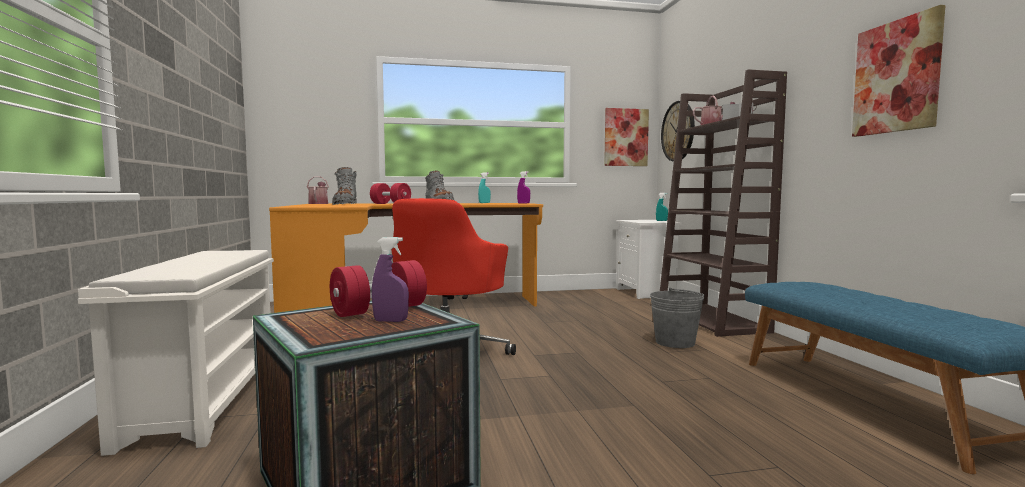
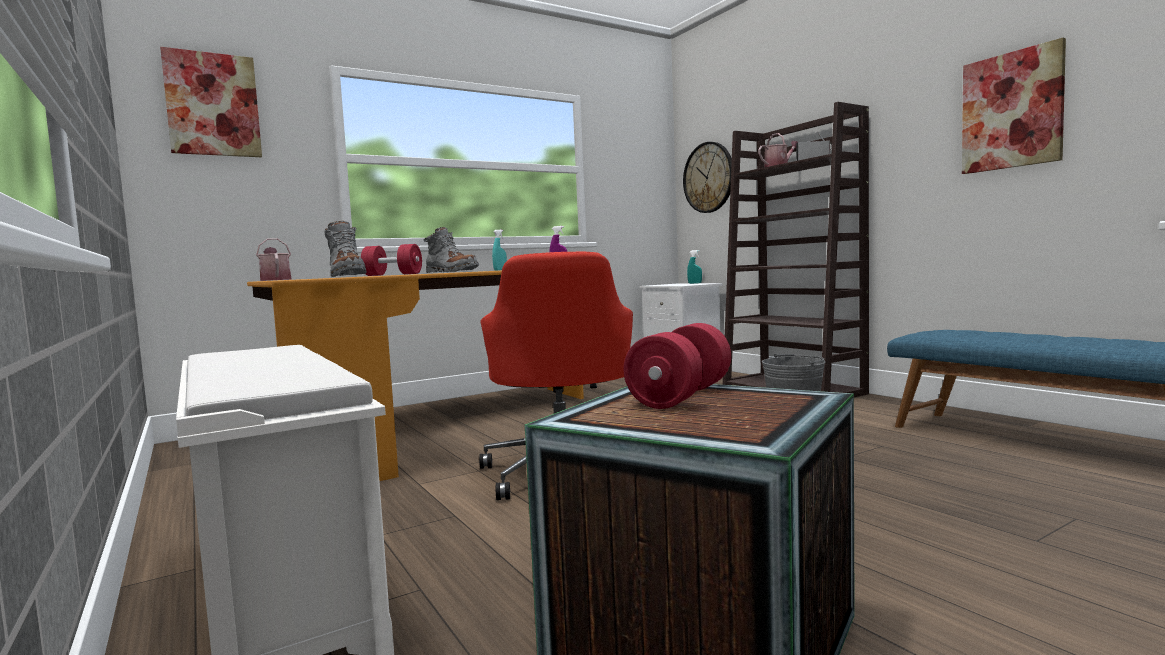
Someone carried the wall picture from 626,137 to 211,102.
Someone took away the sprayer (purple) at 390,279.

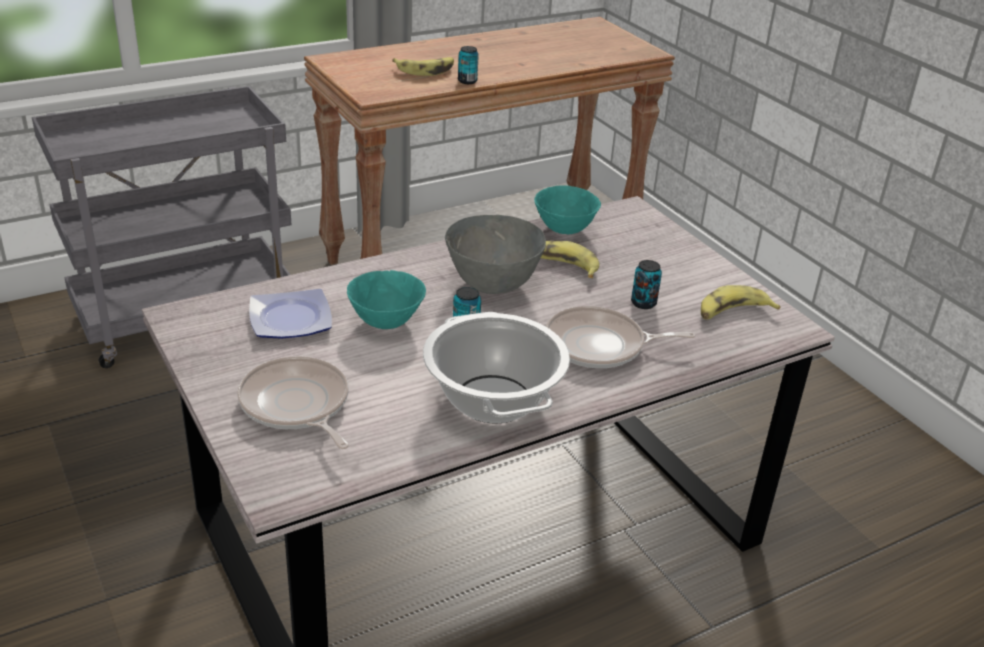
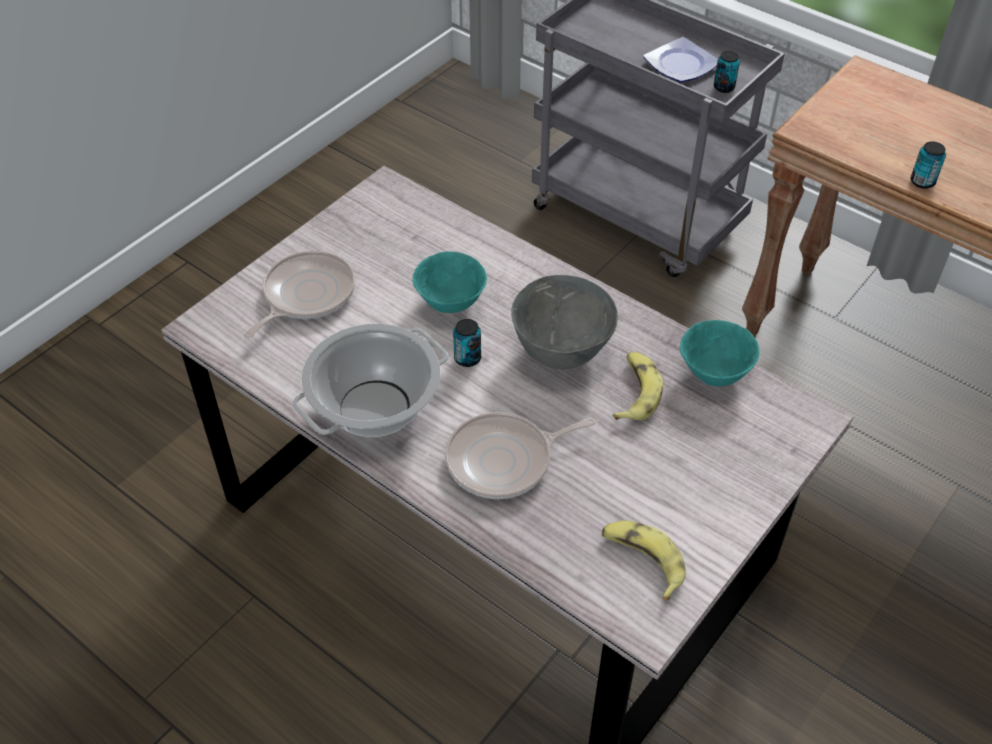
Someone took away the banana at 423,66.
Someone carried the sealed can from 646,284 to 727,72.
Someone carried the dinner plate from 290,313 to 680,60.
Someone rotated the frying pan at 621,337 by 90 degrees counterclockwise.

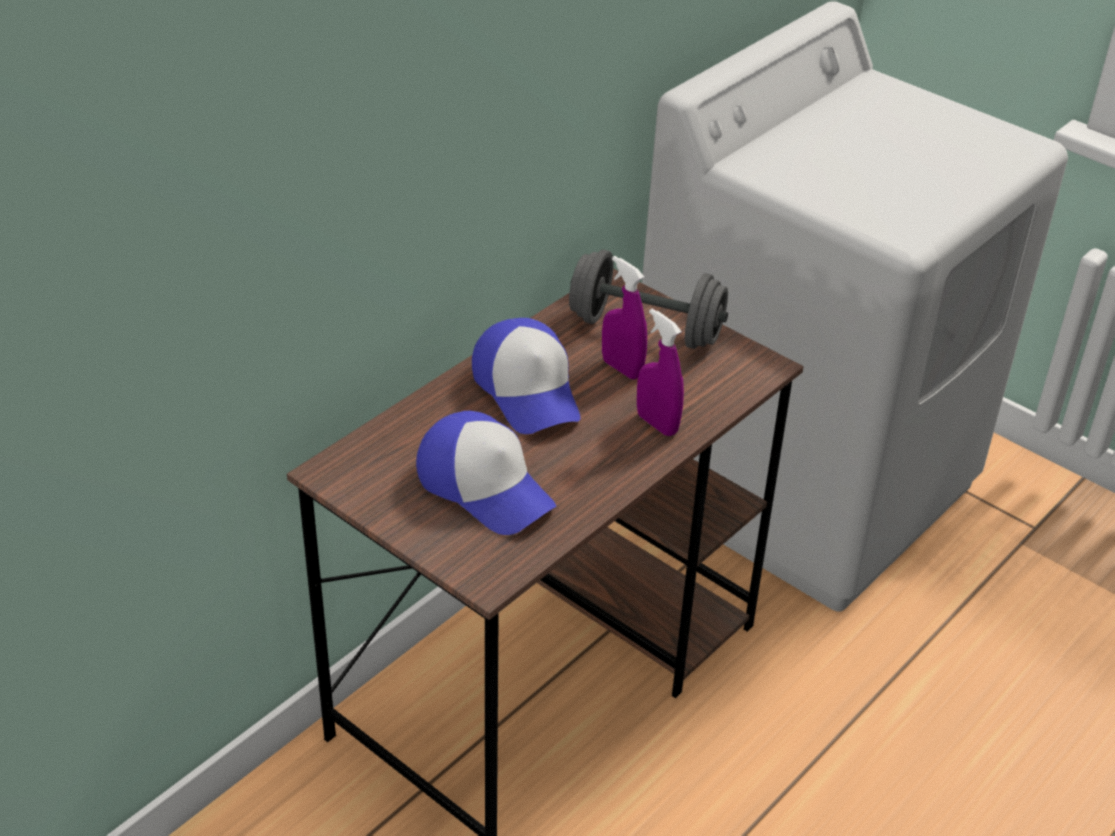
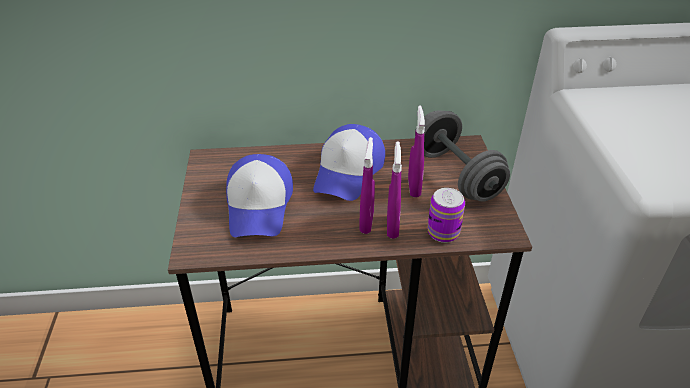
Someone put down the sprayer (purple) at 367,185.
Someone put down the sealed can at 446,215.

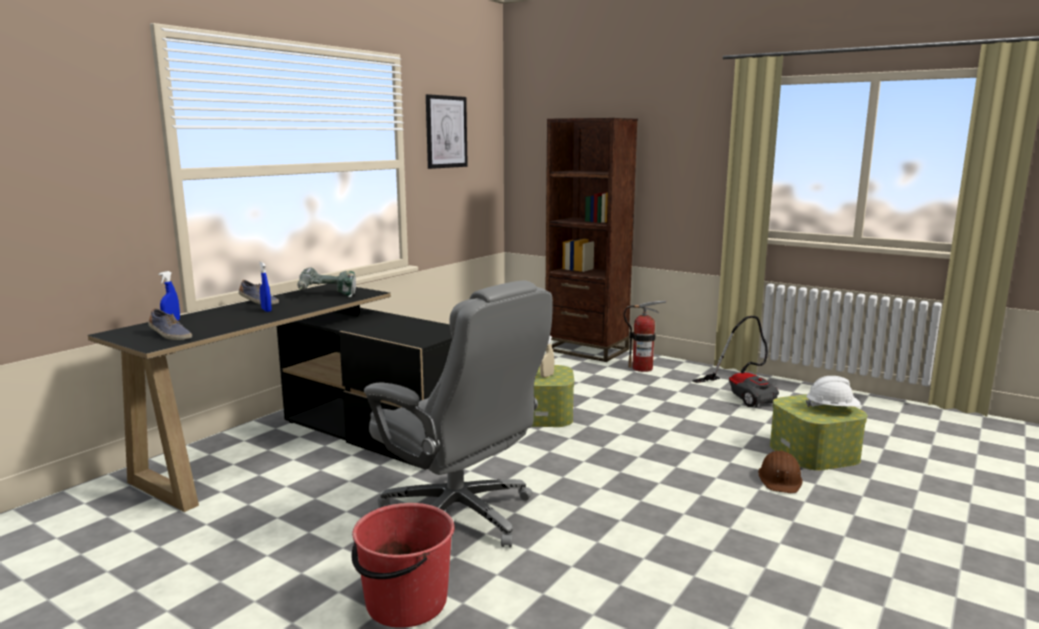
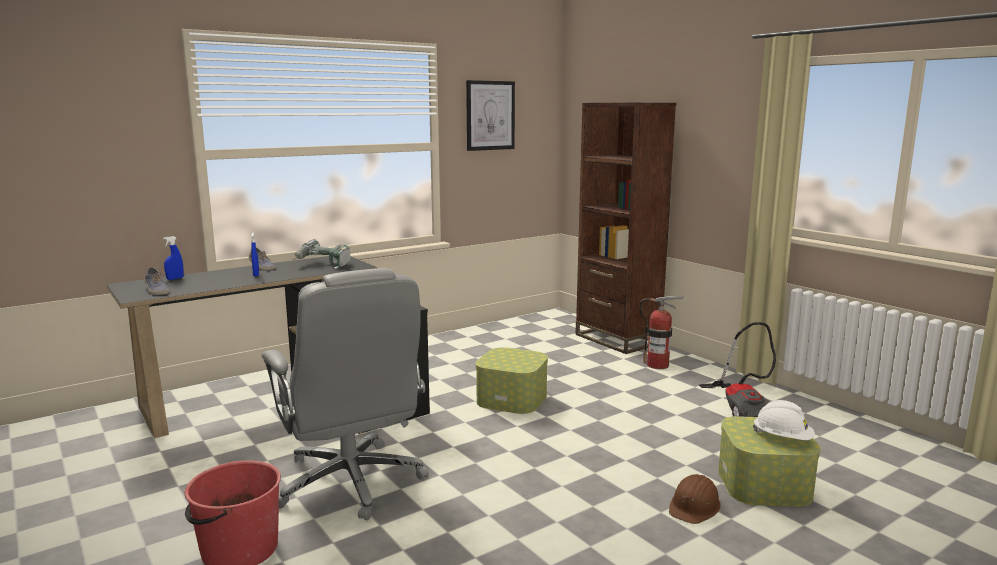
Someone took away the sprayer (beige-coloured) at 547,356.

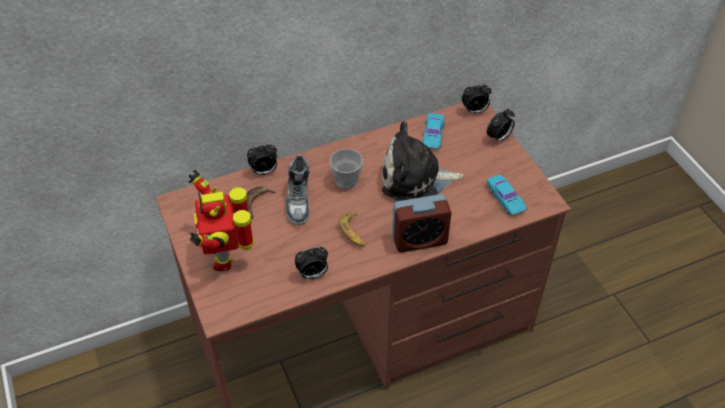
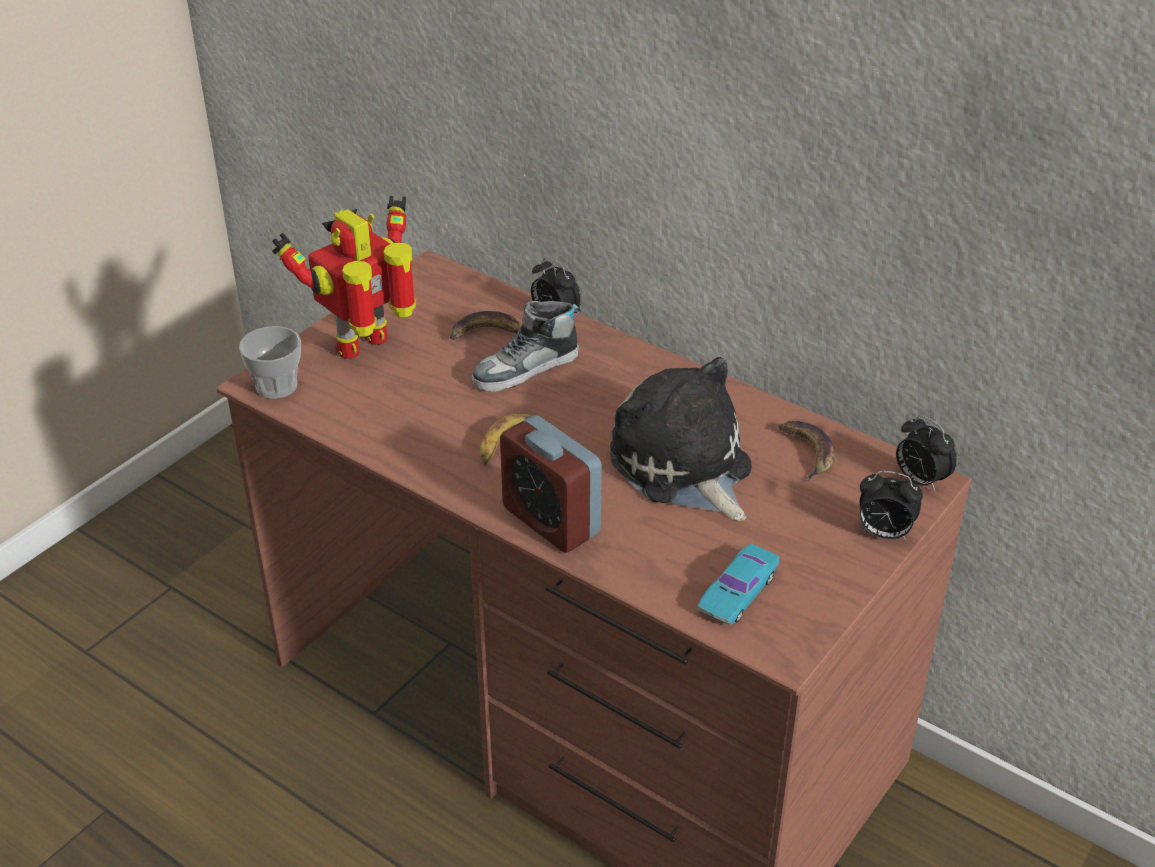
Someone swapped the model car (blue-green) at 433,131 for the banana at 806,451.
Someone carried the small cup from 346,169 to 270,362.
Someone took away the table clock at 311,263.

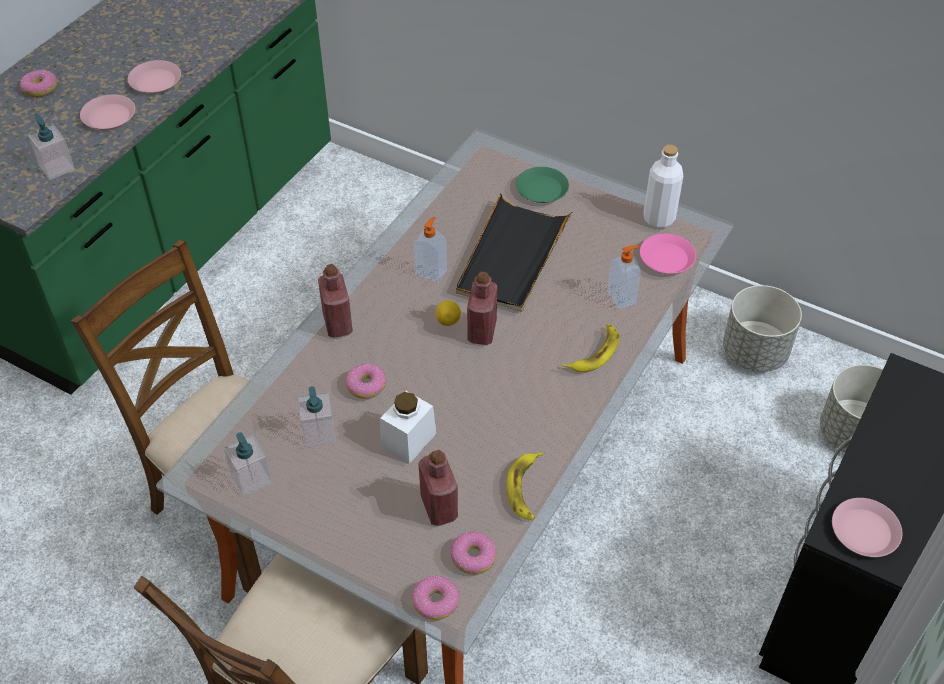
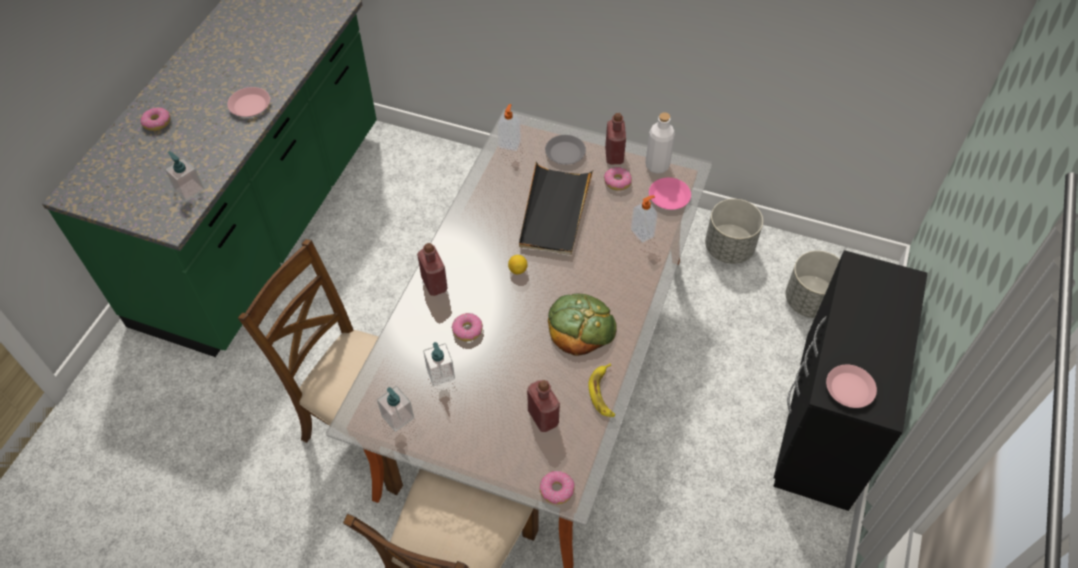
Someone took away the dinner plate (pink-coloured) at 107,112.
Someone repainted the dinner plate (green-coloured) at 542,185, which became the dinner plate (grey) at 565,150.
Someone carried the liquid soap bottle from 430,250 to 509,127.
Someone carried the drink bottle (red-coloured) from 482,308 to 615,138.
Someone took away the banana at 591,348.
Someone took away the jar (white-coloured) at 408,427.
Someone carried the ring doughnut from 473,552 to 618,178.
Someone put down the bread at 582,325.

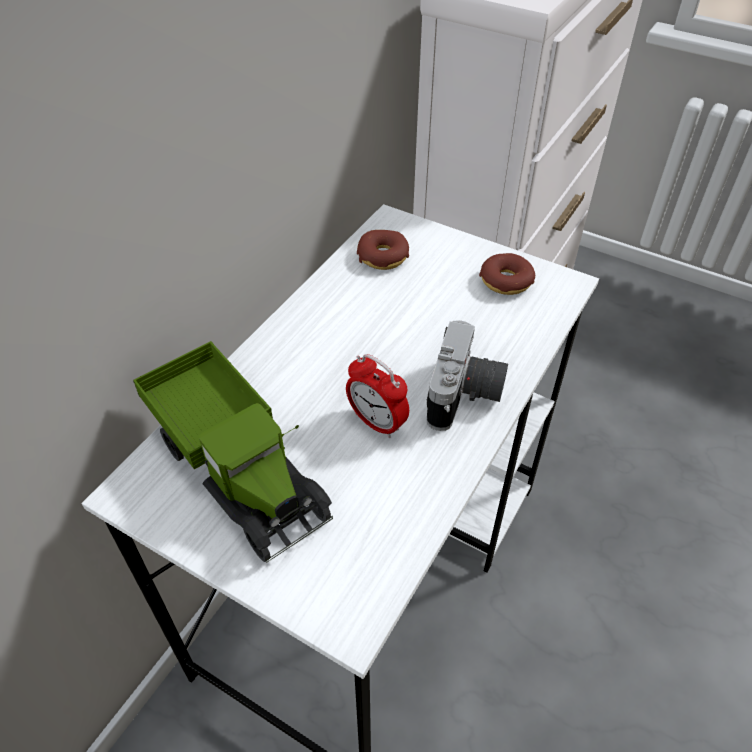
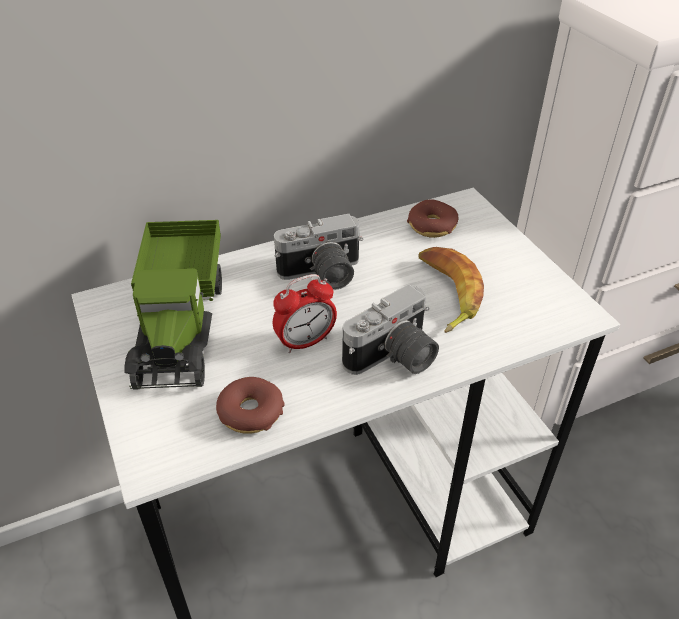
Someone carried the ring doughnut from 507,274 to 250,405.
Someone rotated the table clock at 377,396 by 105 degrees counterclockwise.
Someone put down the still camera at 318,252.
Someone put down the banana at 451,290.

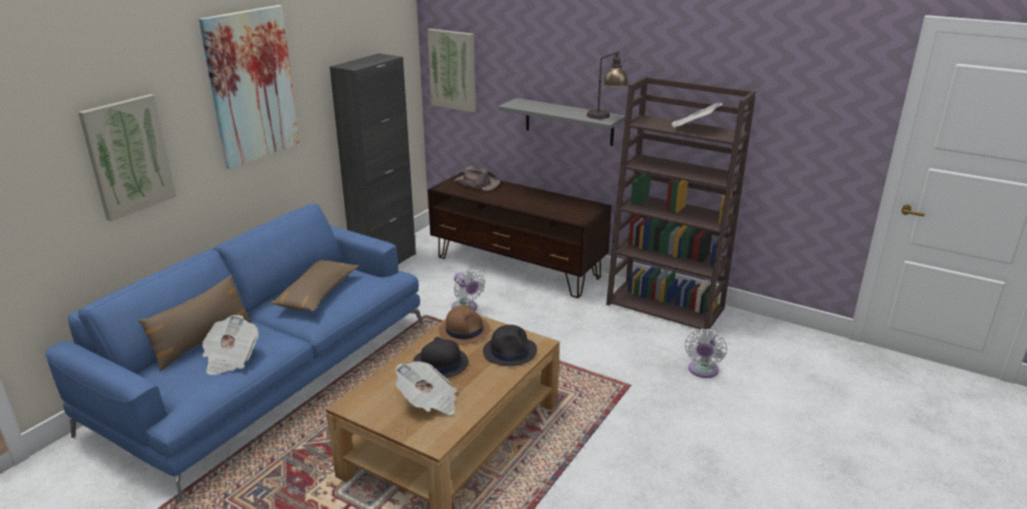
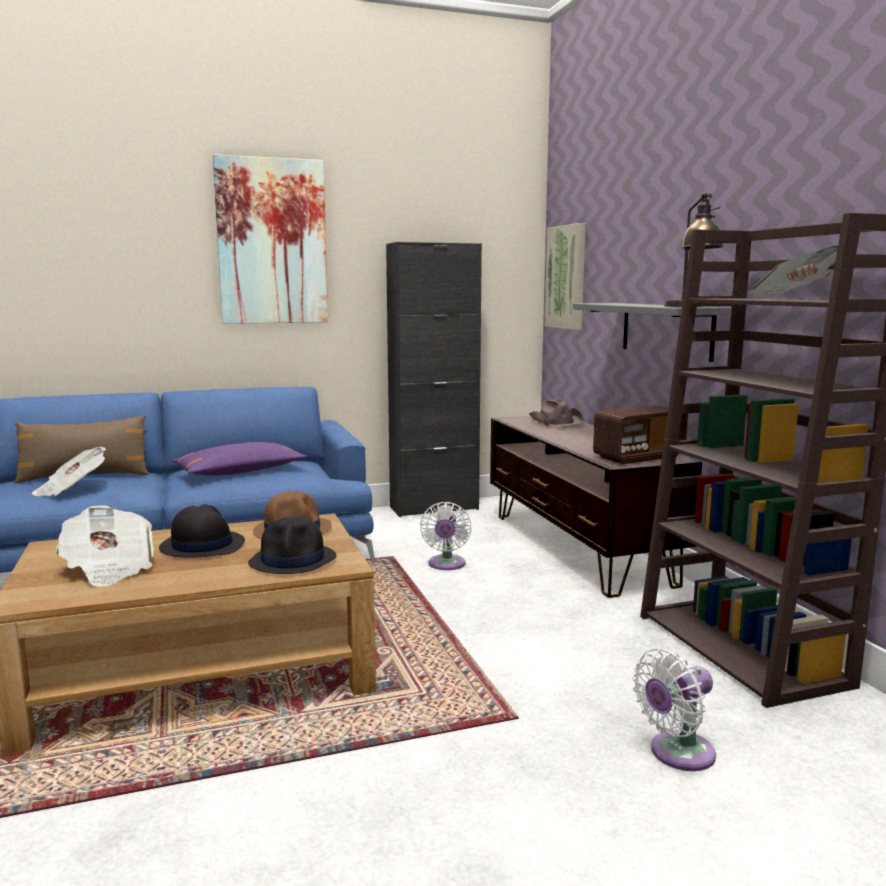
Someone took away the wall picture at 127,157.
Someone repainted the cushion (brown) at 314,286, which became the cushion (purple) at 240,459.
Someone put down the radio at 640,434.

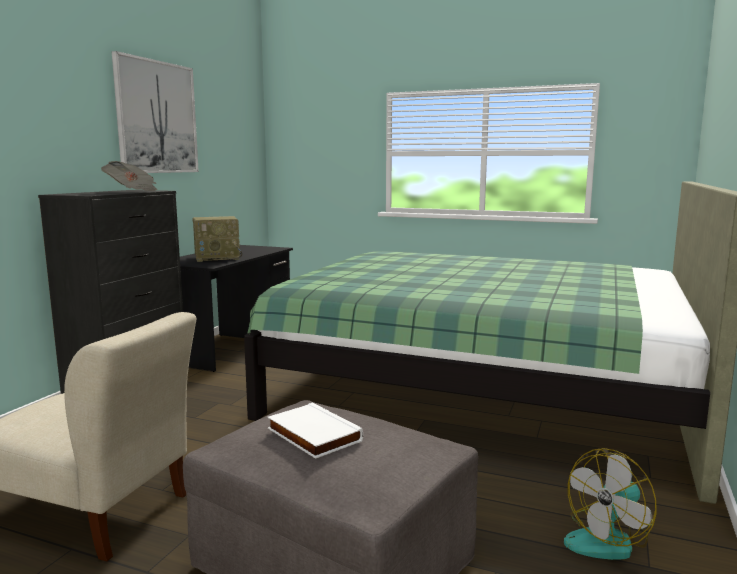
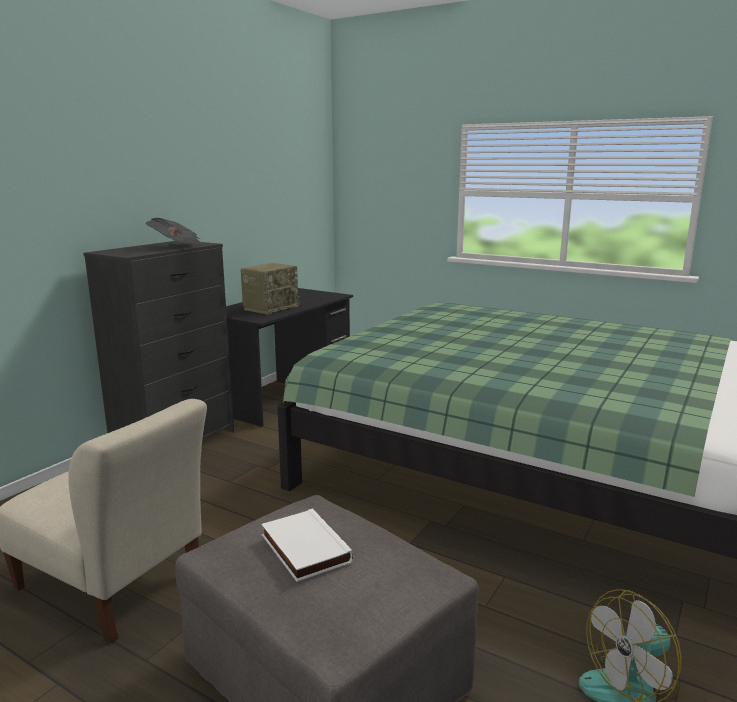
Someone took away the wall picture at 155,112.
Someone rotated the radio at 217,239 by 45 degrees counterclockwise.

